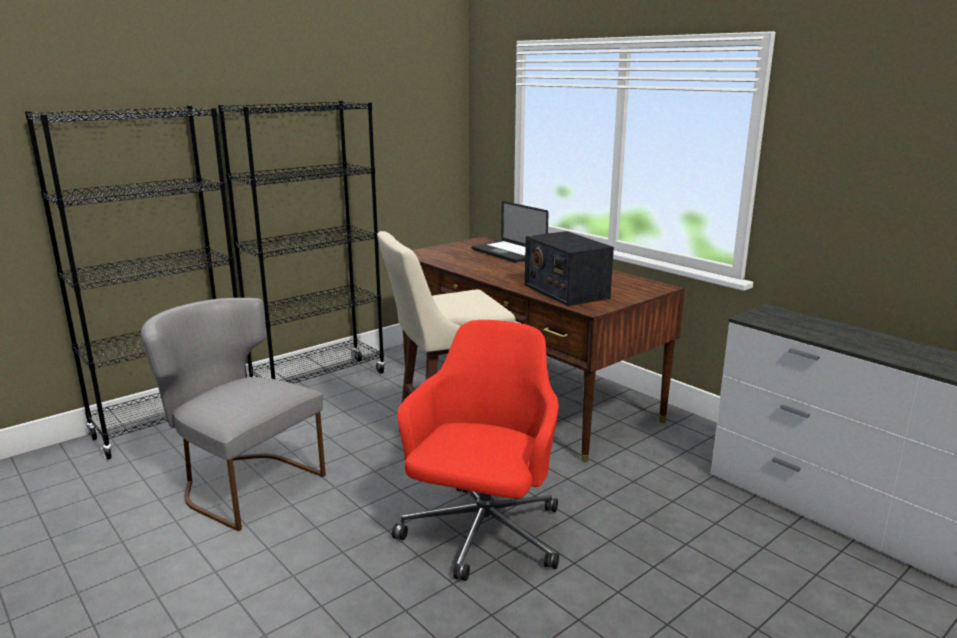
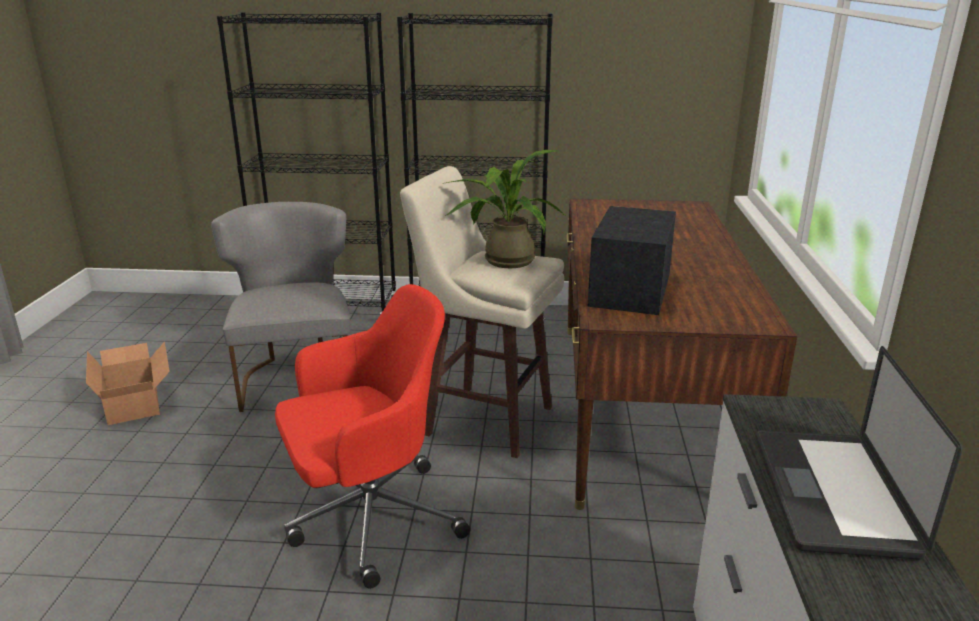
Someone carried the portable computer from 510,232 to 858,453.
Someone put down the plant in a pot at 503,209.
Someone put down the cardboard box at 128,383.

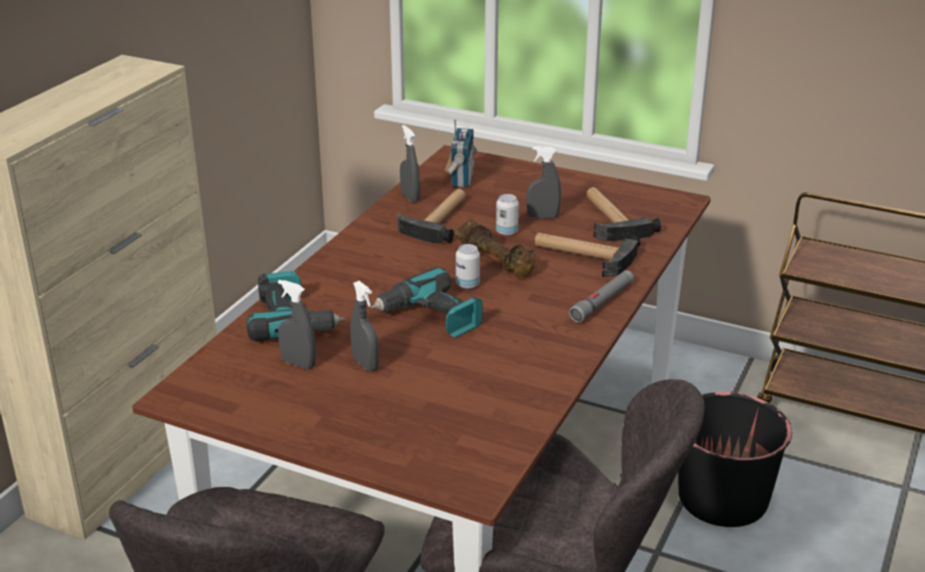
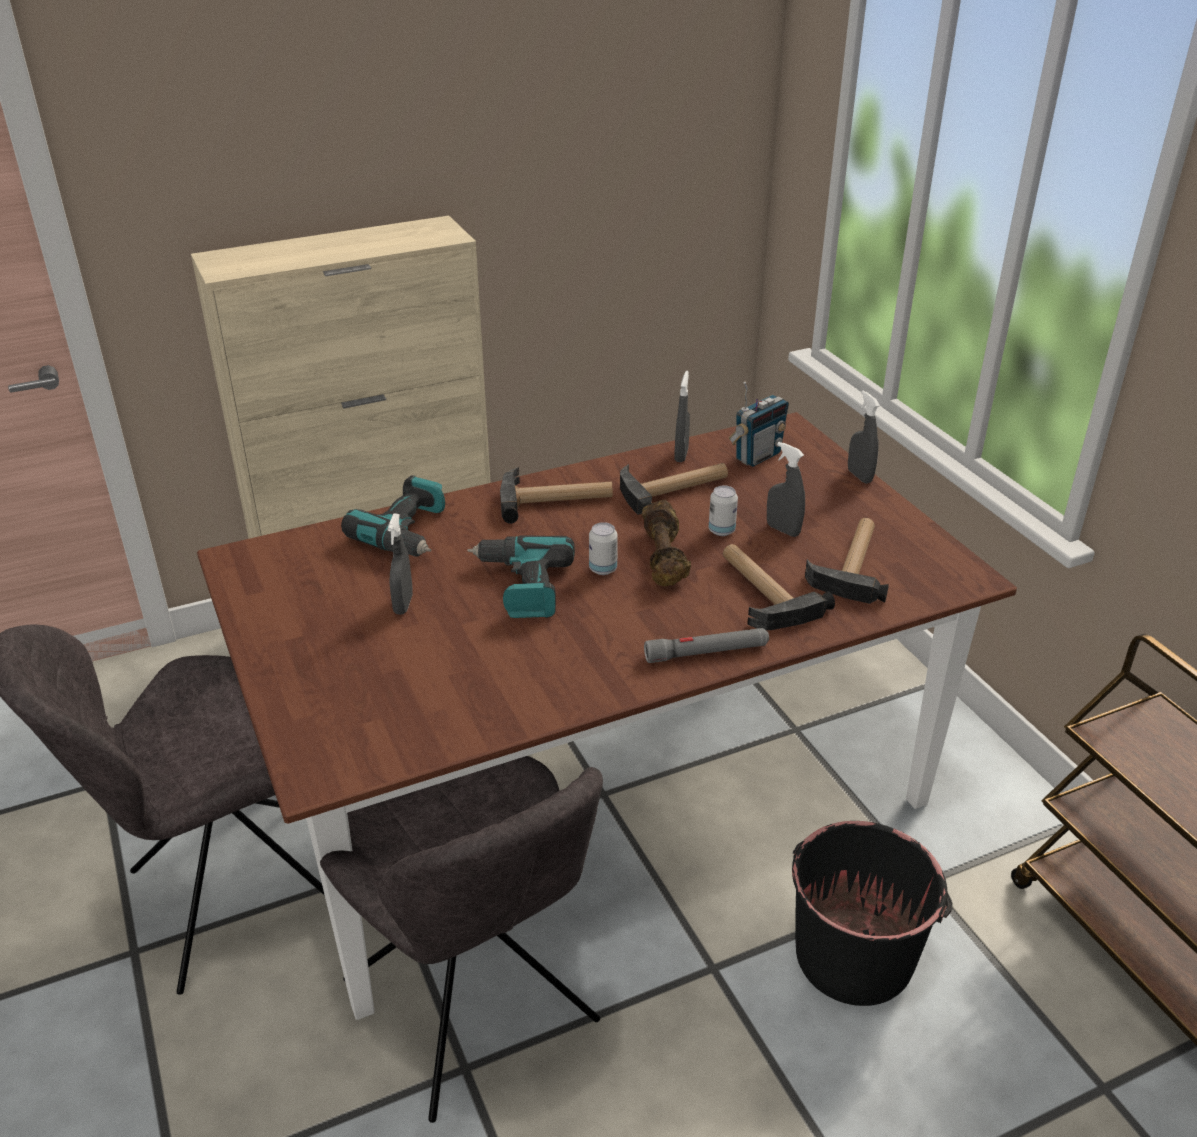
Someone carried the sprayer (grey) from 297,324 to 864,437.
Someone put down the hammer at 556,495.

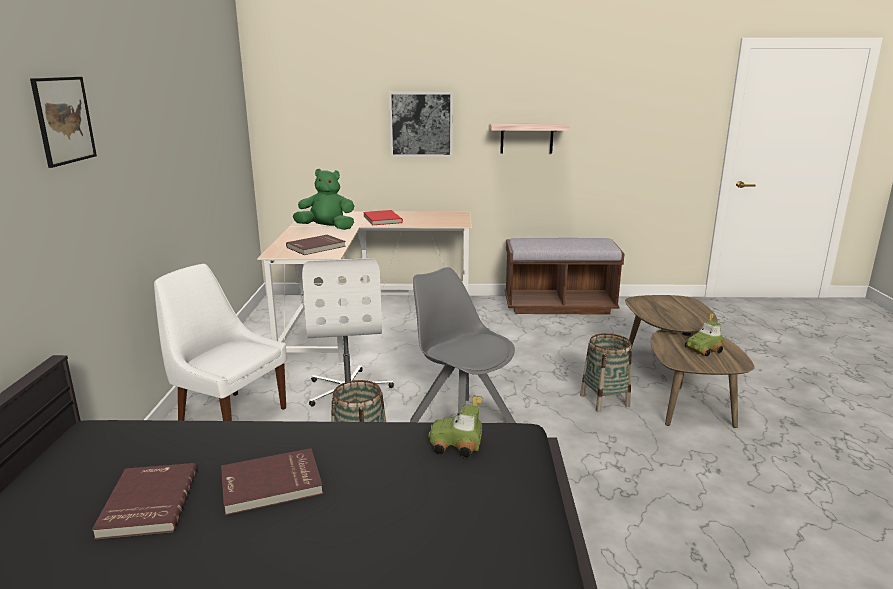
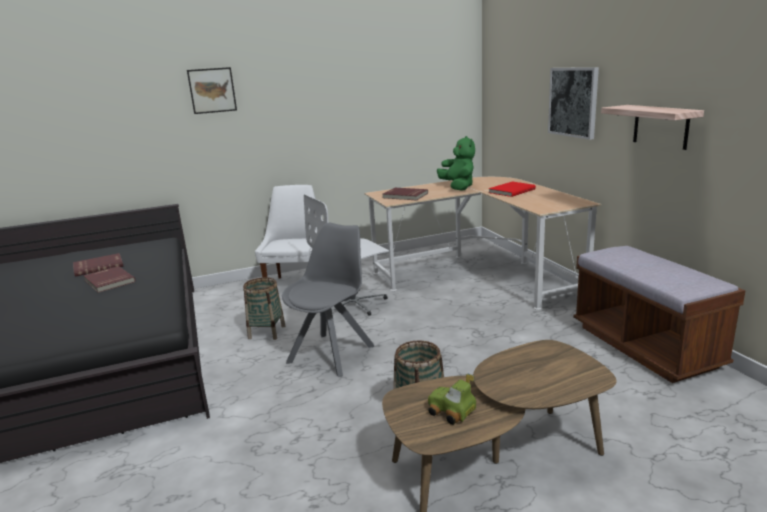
Someone took away the model car at 455,427.

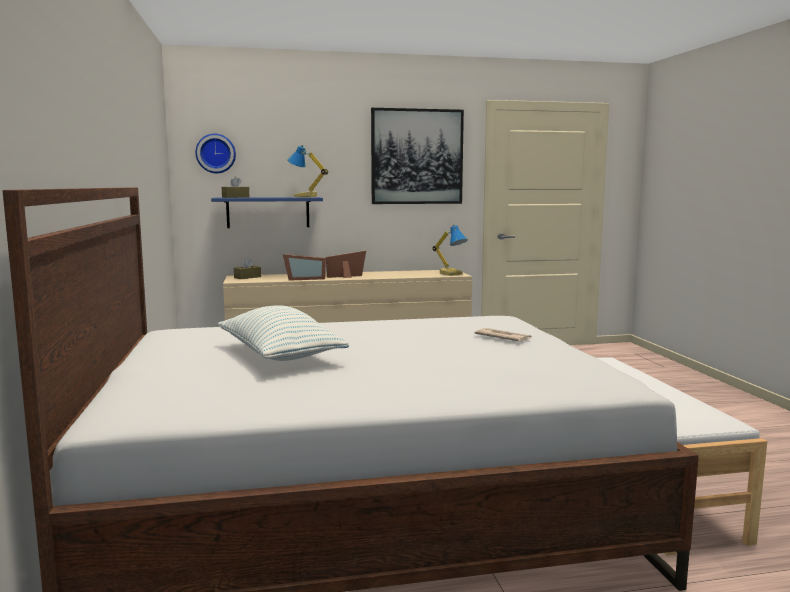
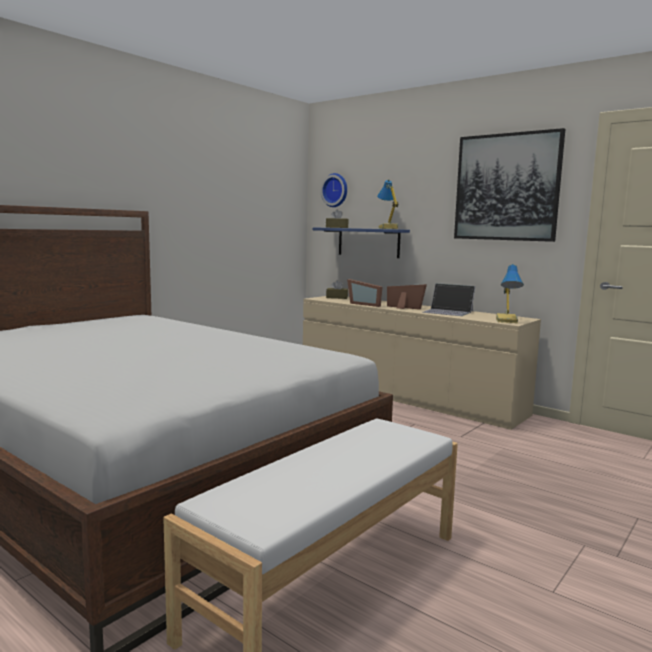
Someone took away the cushion at 283,333.
Someone took away the newspaper at 503,335.
Someone put down the portable computer at 448,299.

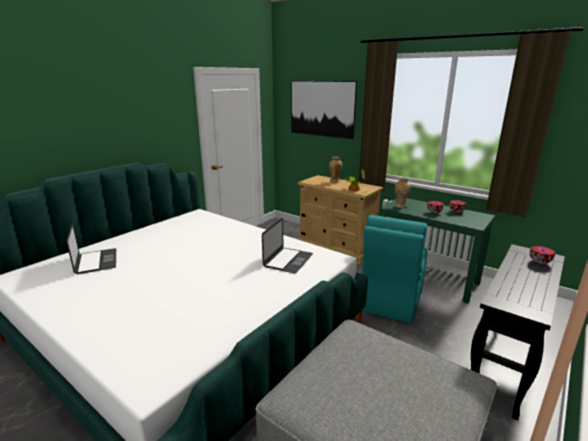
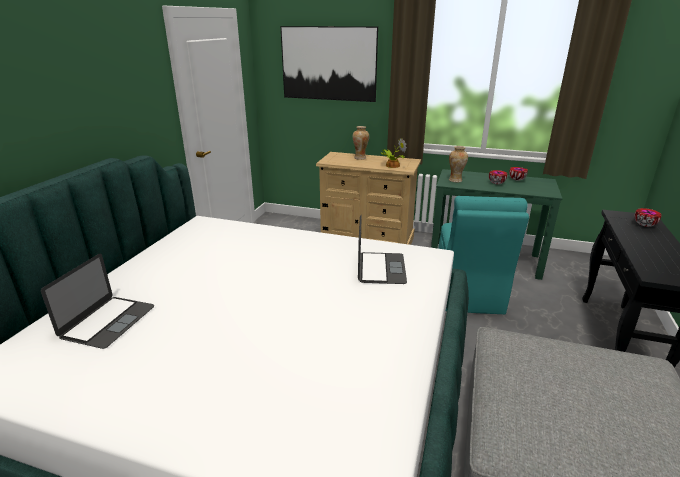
Someone rotated the portable computer at 91,248 by 60 degrees clockwise.

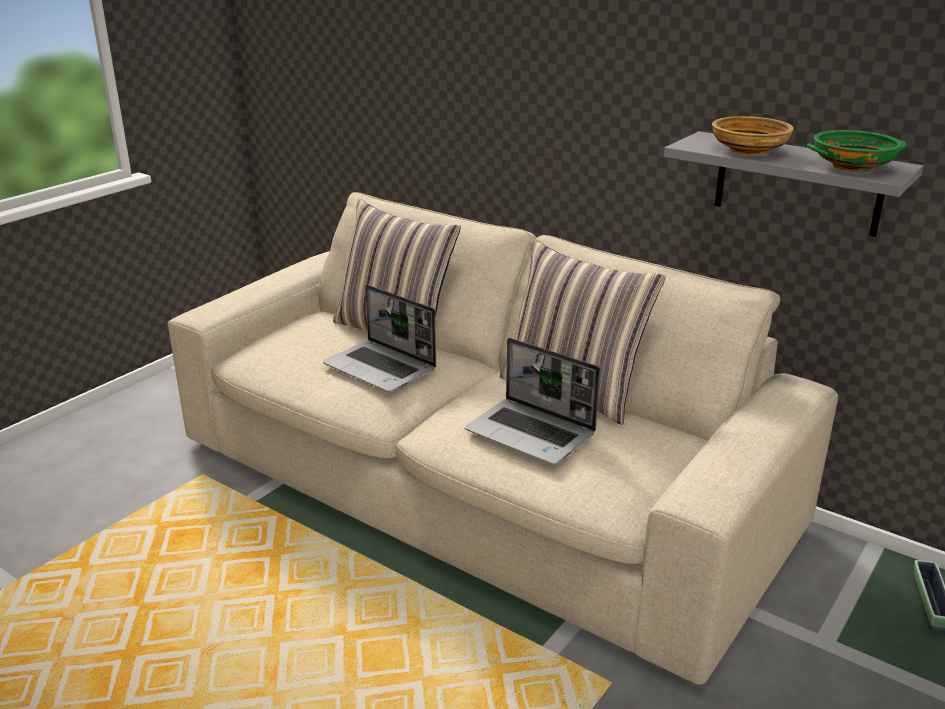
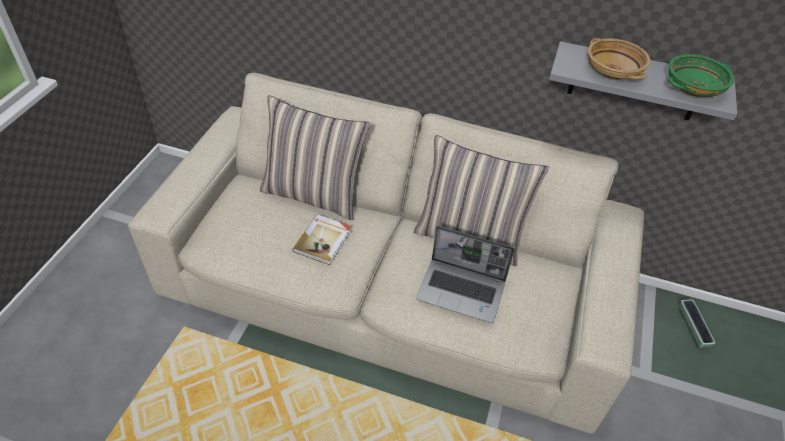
Someone swapped the portable computer at 379,338 for the volume at 322,240.

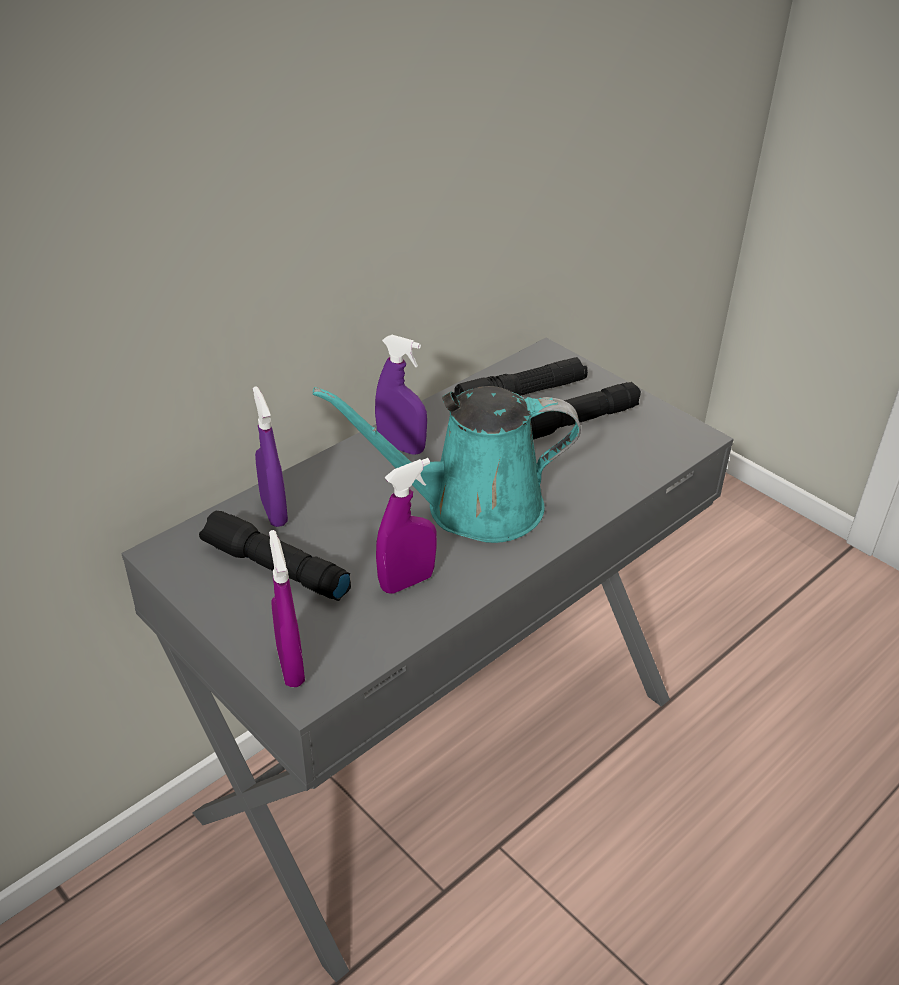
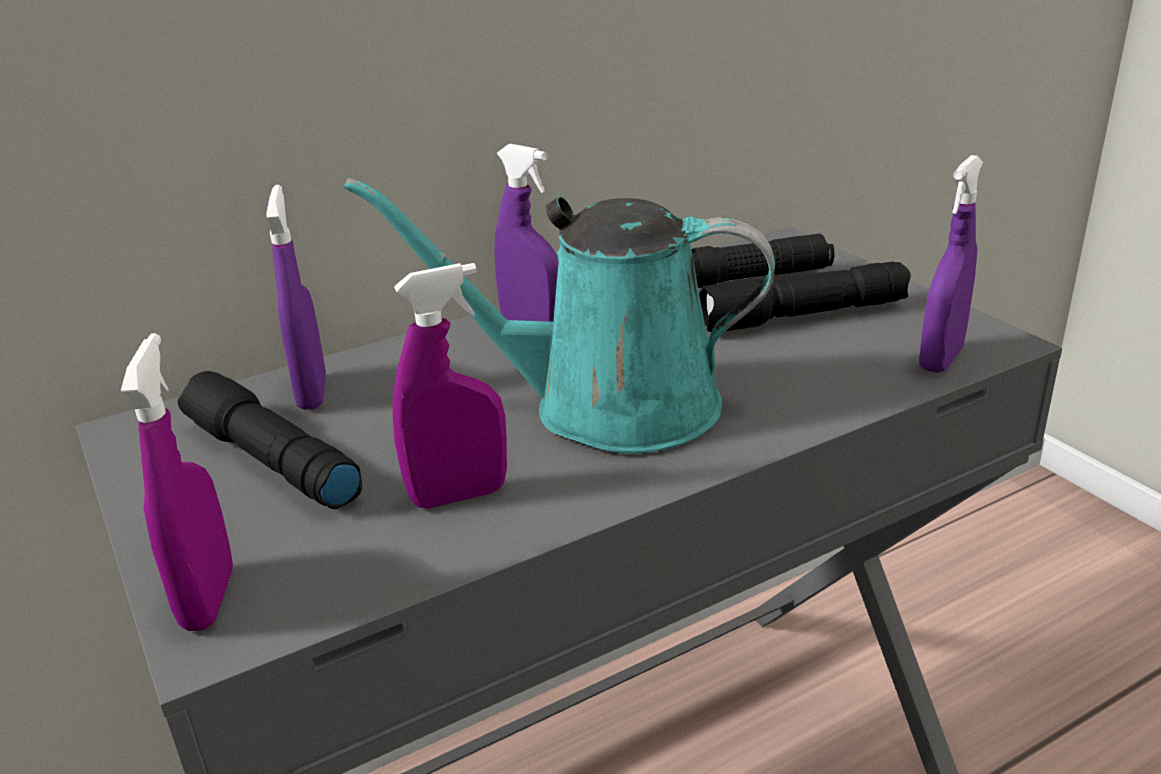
Someone put down the sprayer (purple) at 951,264.

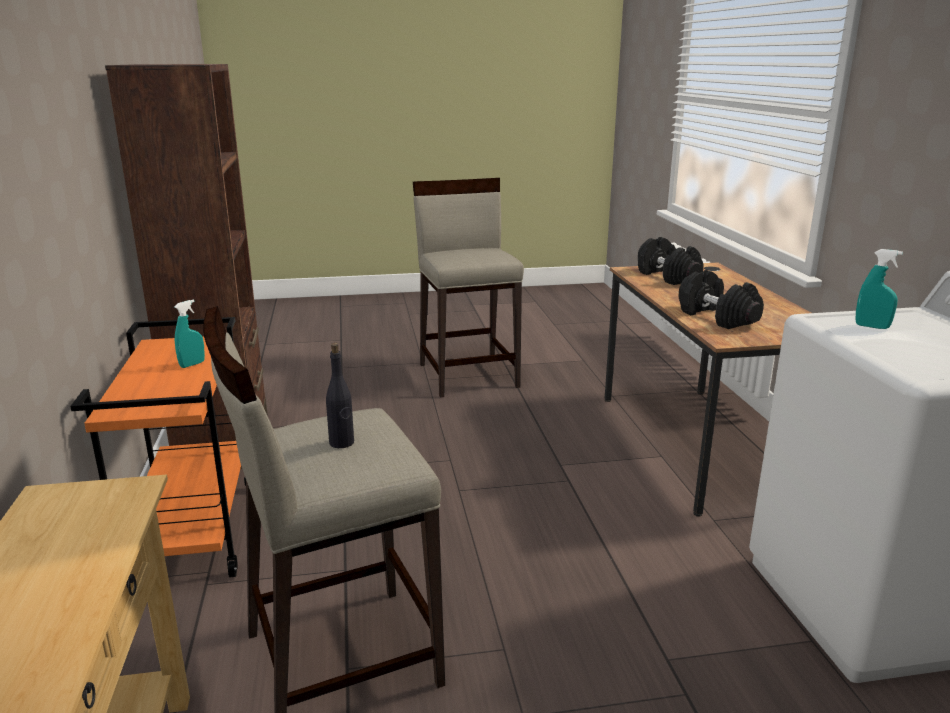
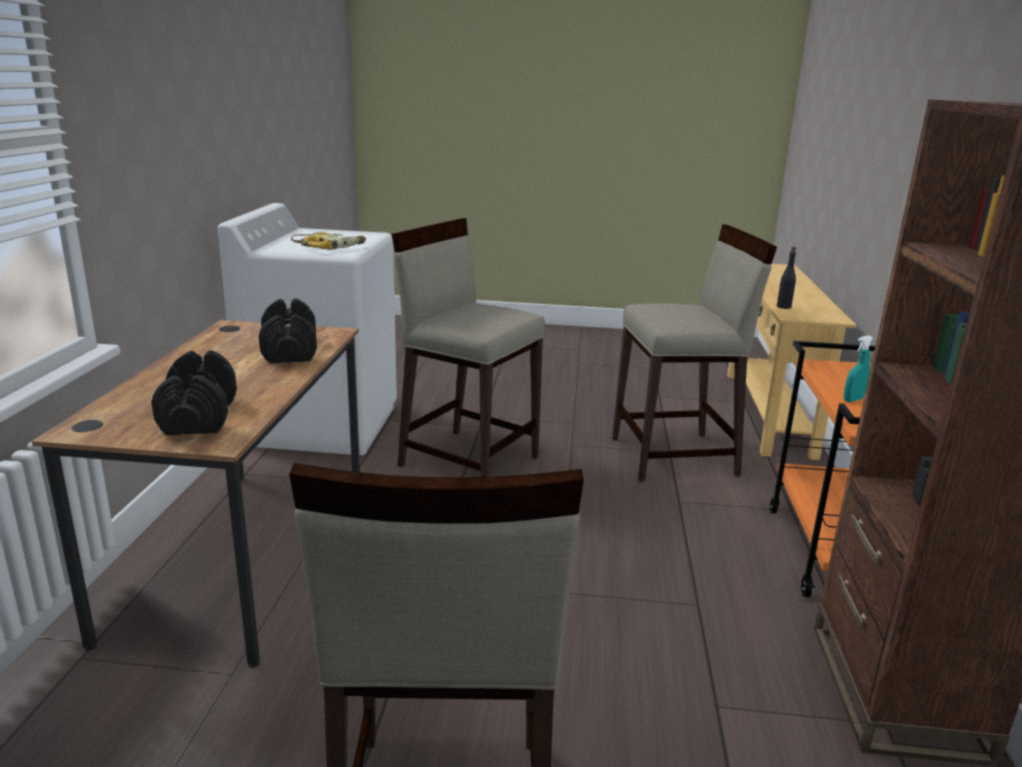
Someone swapped the sprayer (blue-green) at 879,289 for the power drill at 328,241.
Someone carried the drink bottle (black) from 340,395 to 786,278.
Someone put down the sitting stool (beige-coloured) at 468,347.

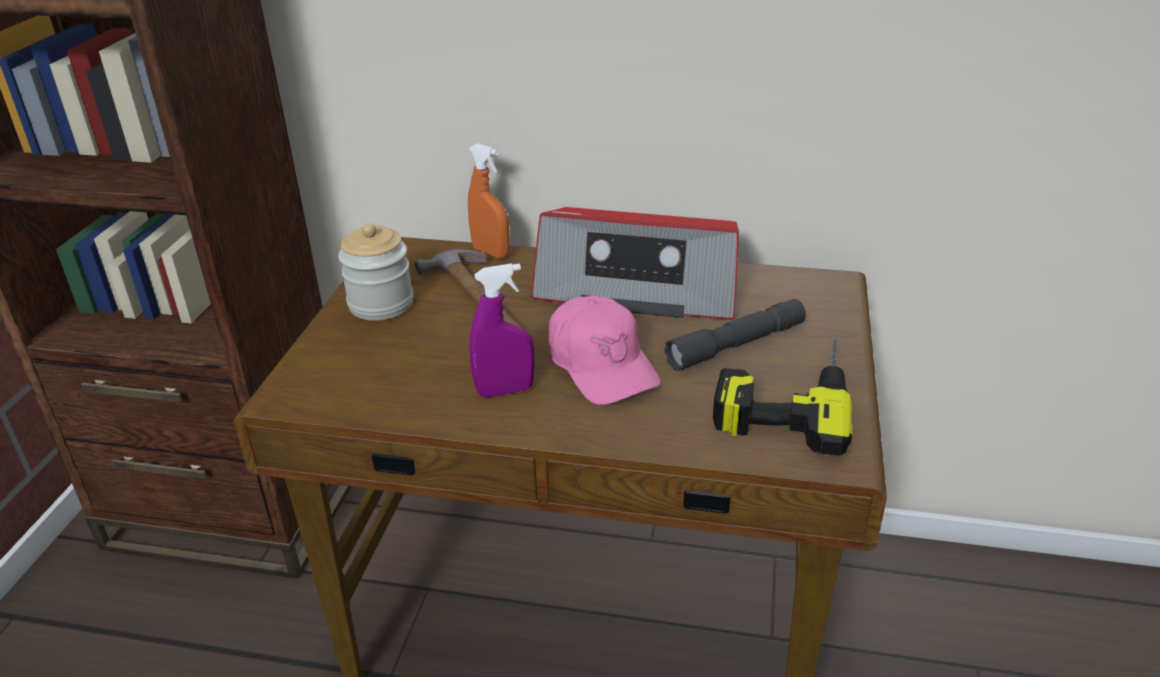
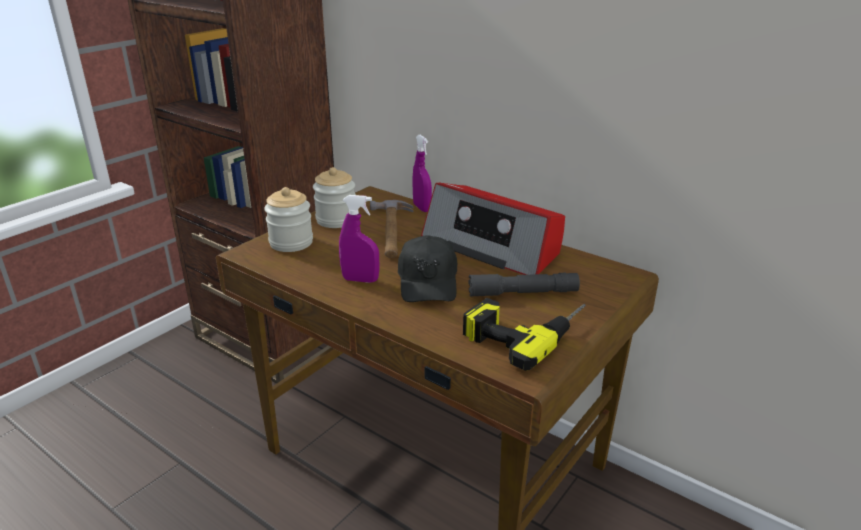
Someone repainted the sprayer (orangey) at 489,200, which became the sprayer (purple) at 422,173.
Someone repainted the cap (pink-coloured) at 605,350, which became the cap (black) at 427,268.
Someone put down the jar at 288,219.

